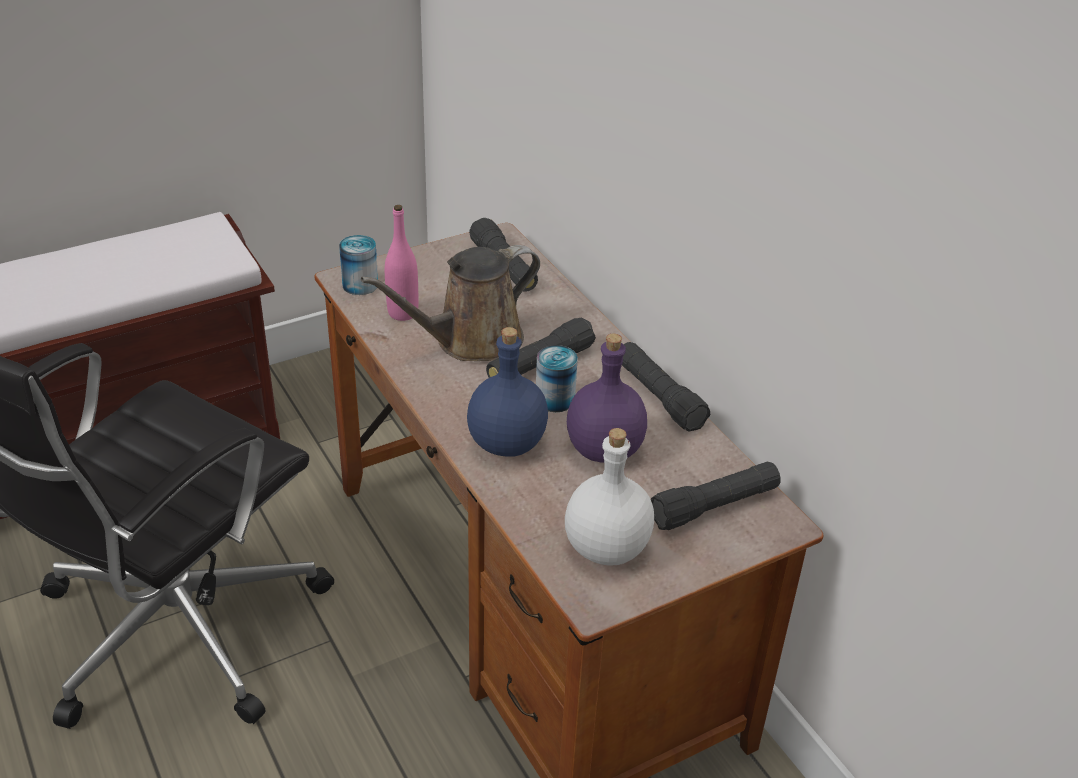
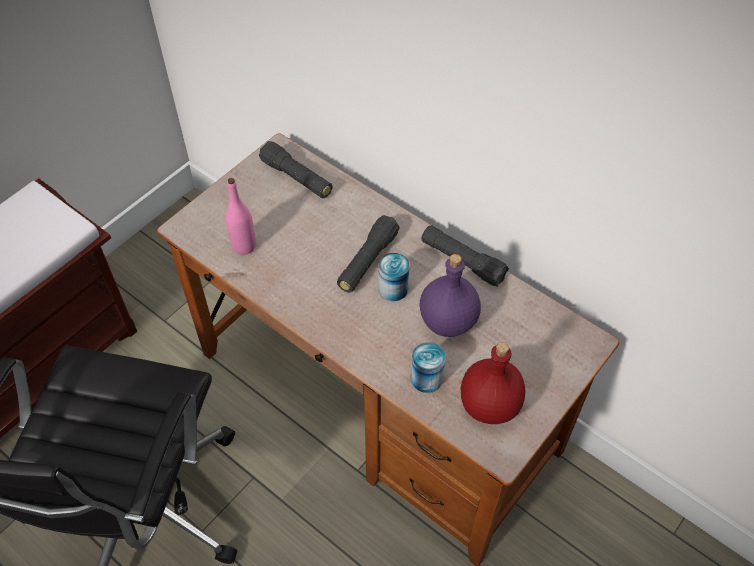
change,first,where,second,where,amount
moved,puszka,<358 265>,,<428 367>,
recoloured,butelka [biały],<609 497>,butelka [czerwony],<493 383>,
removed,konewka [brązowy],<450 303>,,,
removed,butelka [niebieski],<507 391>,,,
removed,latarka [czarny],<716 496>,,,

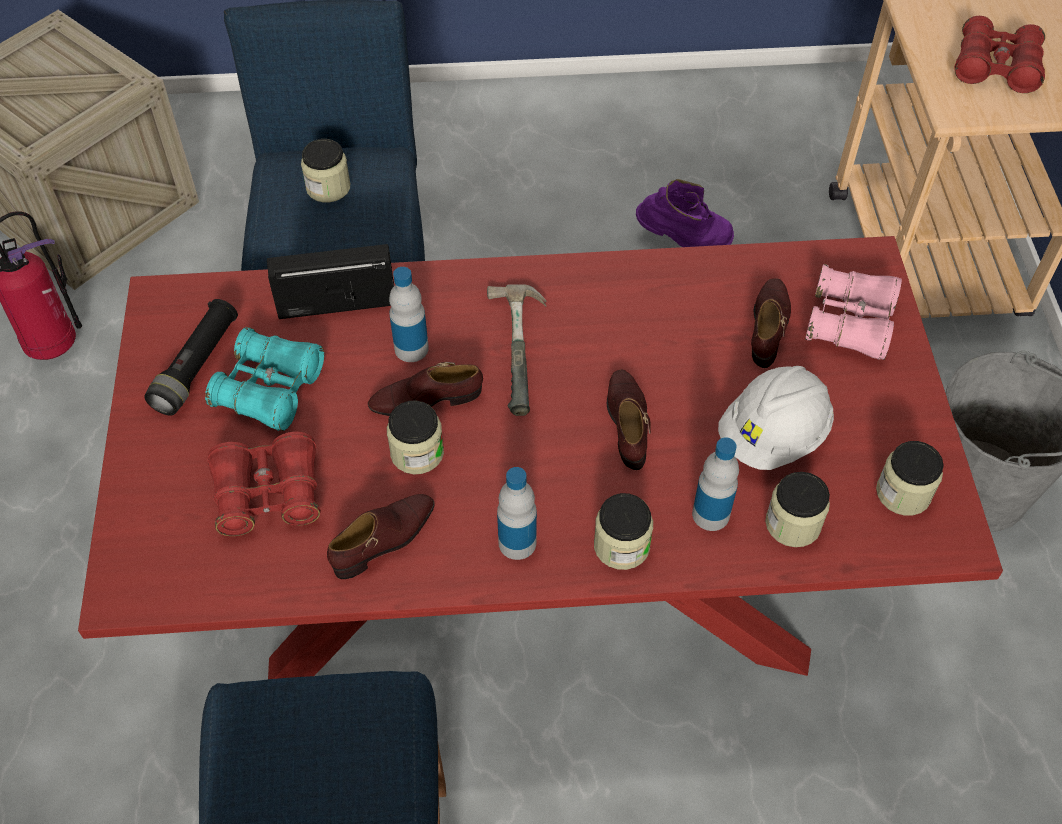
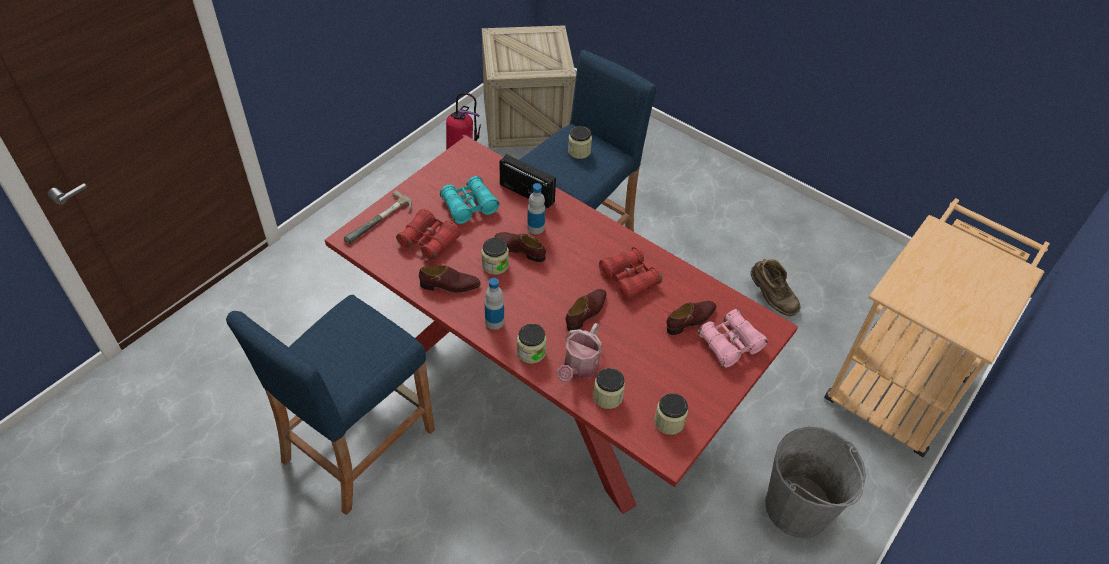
change,first,where,second,where,amount
moved,młotek,<516 350>,,<378 217>,
replaced,butelka,<715 484>,konewka,<580 352>,
moved,lornetka [czerwony],<999 54>,,<630 273>,
recoloured,but z cholewką [fioletowy],<685 213>,but z cholewką [brązowy],<776 287>,
removed,latarka [czarny],<191 357>,,,
removed,kask [biały],<776 418>,,,

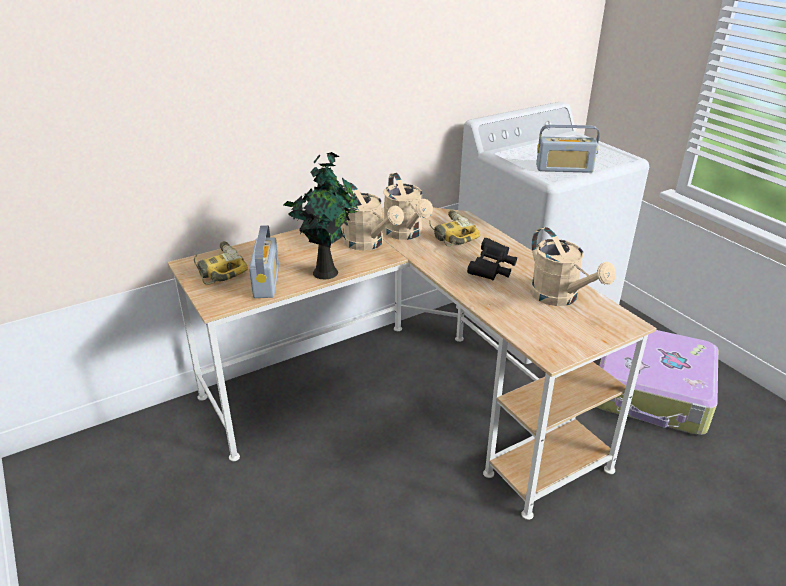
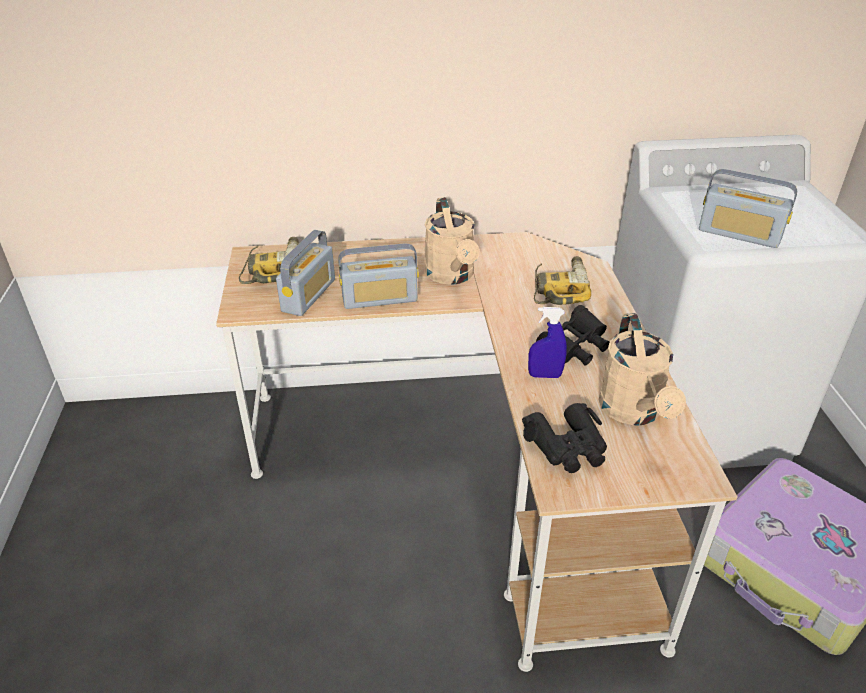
change,first,where,second,where,amount
replaced,roślina doniczkowa,<321 216>,radio,<378 276>,
added,,,lornetka [czarny],<564 438>,
added,,,spryskiwacz [niebieski],<547 342>,
removed,konewka [beżowy],<408 206>,,,

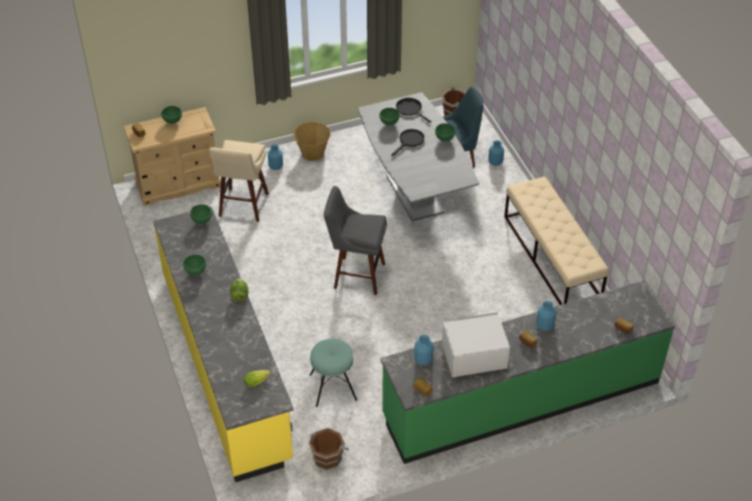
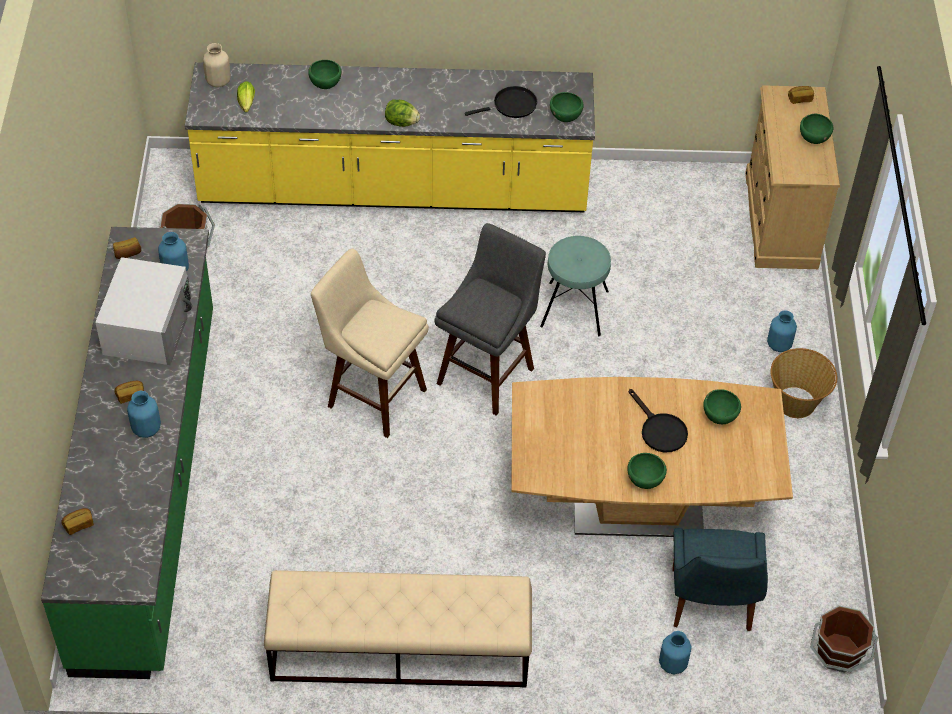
change,first,where,second,where,amount
added,,,wazon [beżowy],<217 65>,
moved,miska [zielony],<194 265>,,<325 74>,
moved,stołek [beżowy],<239 181>,,<370 343>,
moved,patelnia [czarny],<414 110>,,<501 102>,
recoloured,stół jadalny [szary],<418 156>,stół jadalny [brązowy],<652 457>,
moved,stołek [turkusowy],<333 373>,,<575 286>,

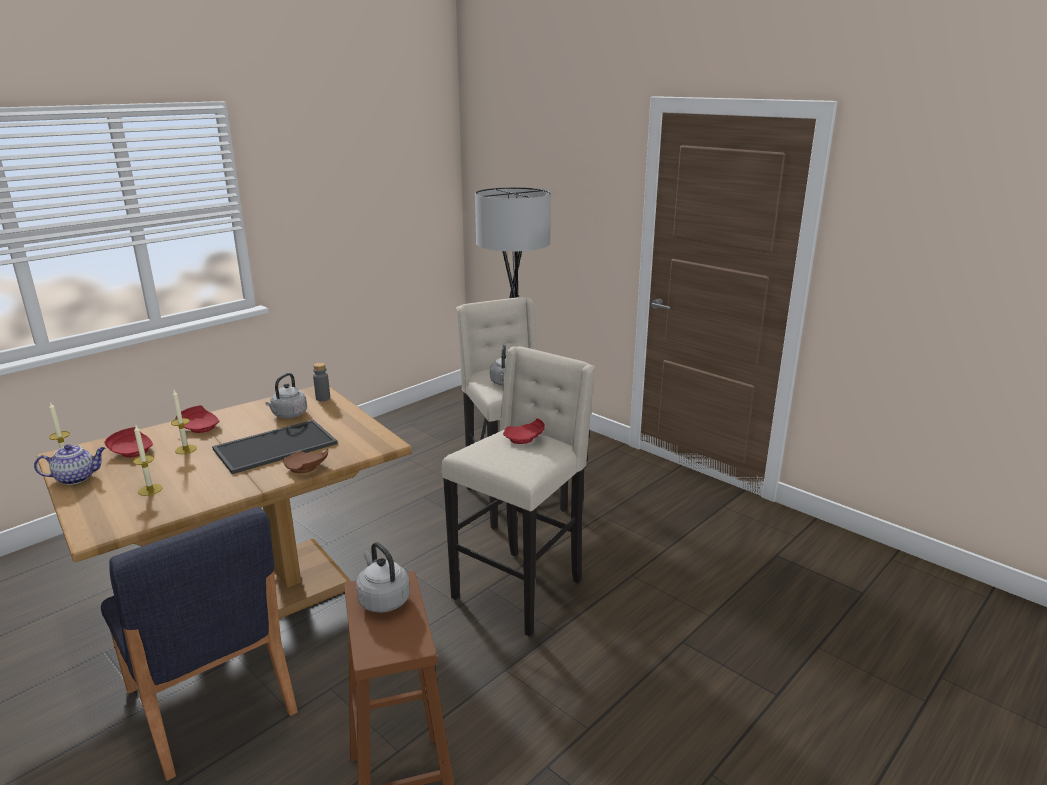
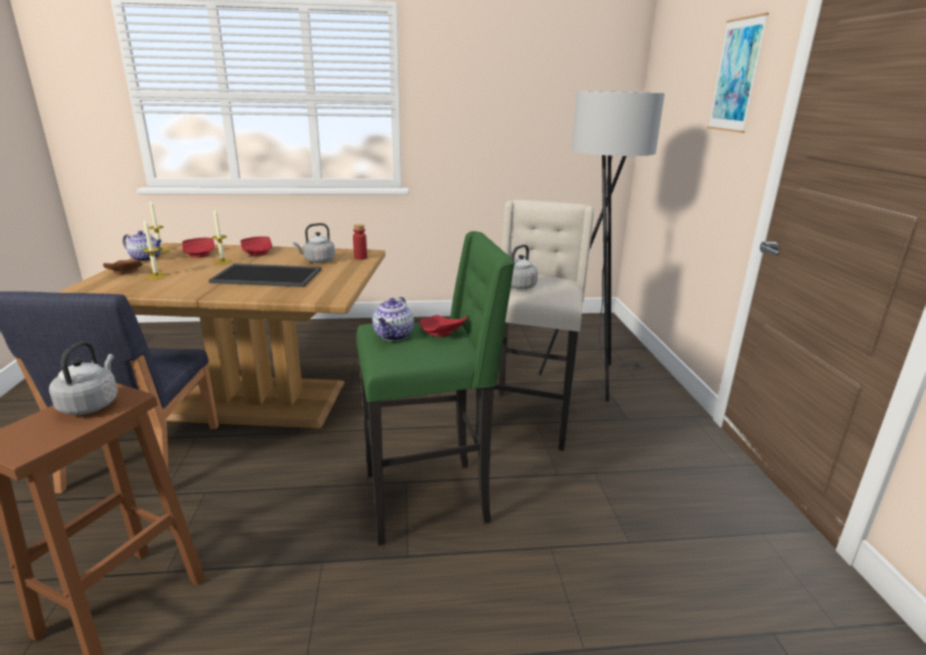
change,first,where,second,where,amount
moved,talerz [brązowy],<305 461>,,<123 267>,
recoloured,butelka [szary],<321 382>,butelka [czerwony],<360 242>,
recoloured,stołek [beżowy],<518 491>,stołek [zielony],<436 388>,
added,,,imbryk,<393 319>,
added,,,obraz,<738 73>,

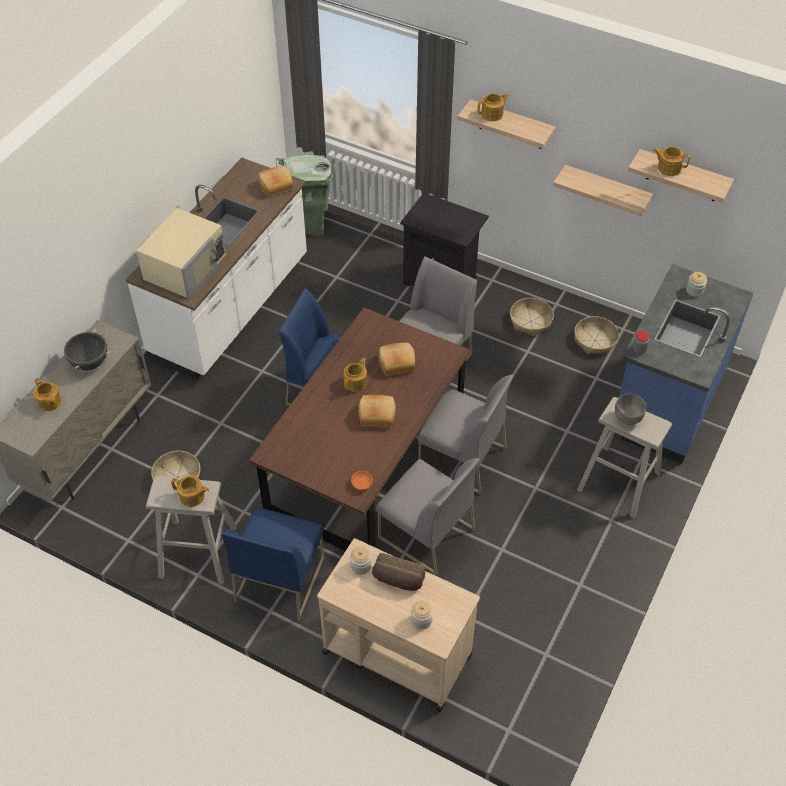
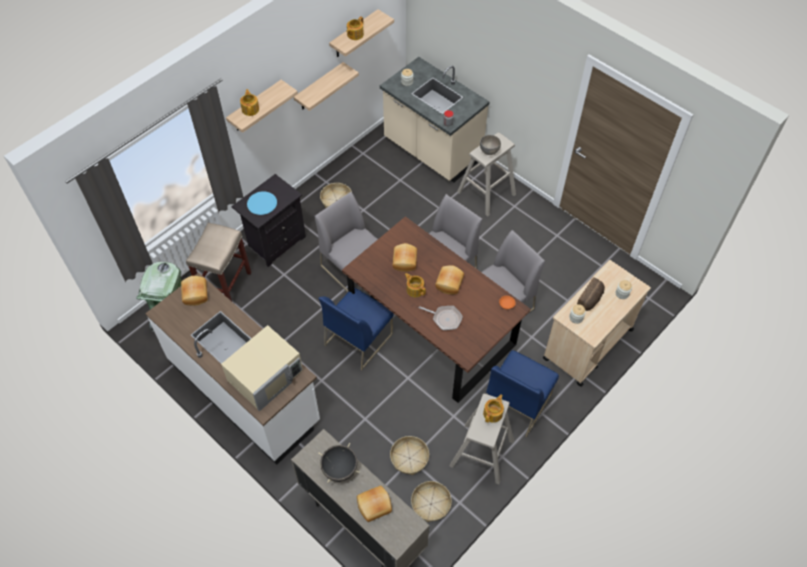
change,first,where,second,where,amount
added,,,stołek [beżowy],<218 262>,
turned,mikrofalówka [beżowy],<181 253>,,<262 368>,90 degrees clockwise
added,,,talerz [niebieski],<262 203>,
replaced,imbryk,<47 394>,chleb,<374 504>,
recoloured,zabudowa kuchenna [niebieski],<686 364>,zabudowa kuchenna [beżowy],<434 119>,
moved,koszyk,<596 335>,,<431 501>,
added,,,patelnia,<440 318>,
turned,krzesło [niebieski],<272 564>,,<522 393>,90 degrees clockwise

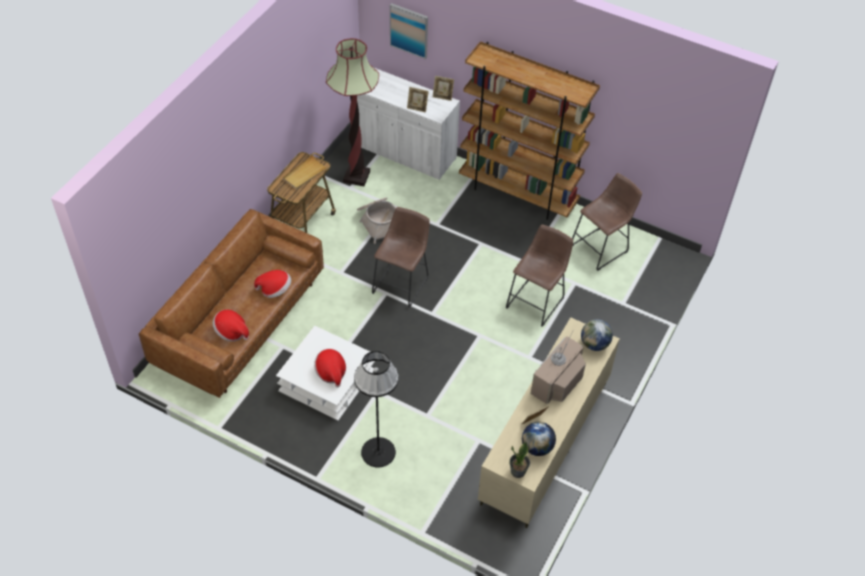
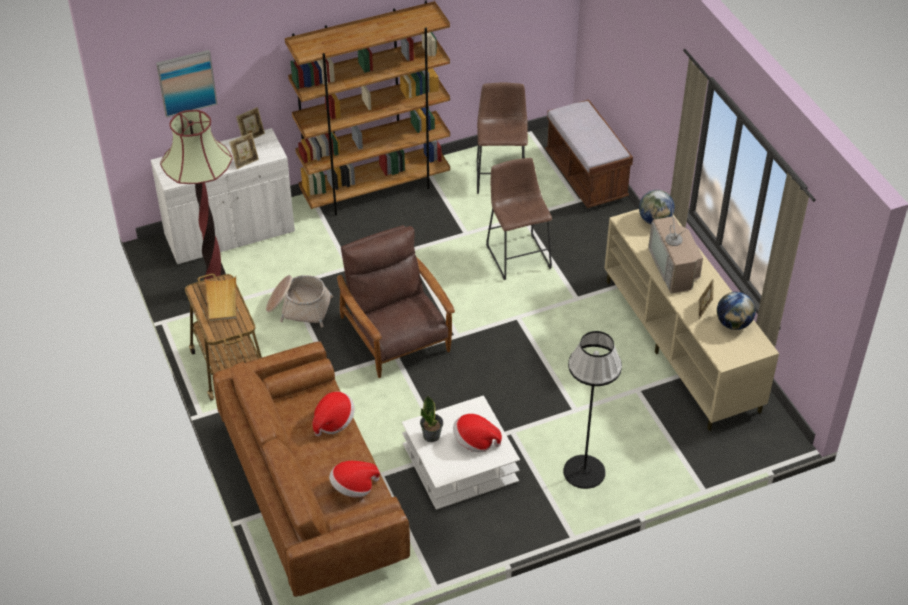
change,first,where,second,where,amount
replaced,stołek [brązowy],<401 257>,fotel [brązowy],<396 301>,
moved,roślina doniczkowa,<519 460>,,<431 419>,
added,,,ławka [brązowy],<589 154>,

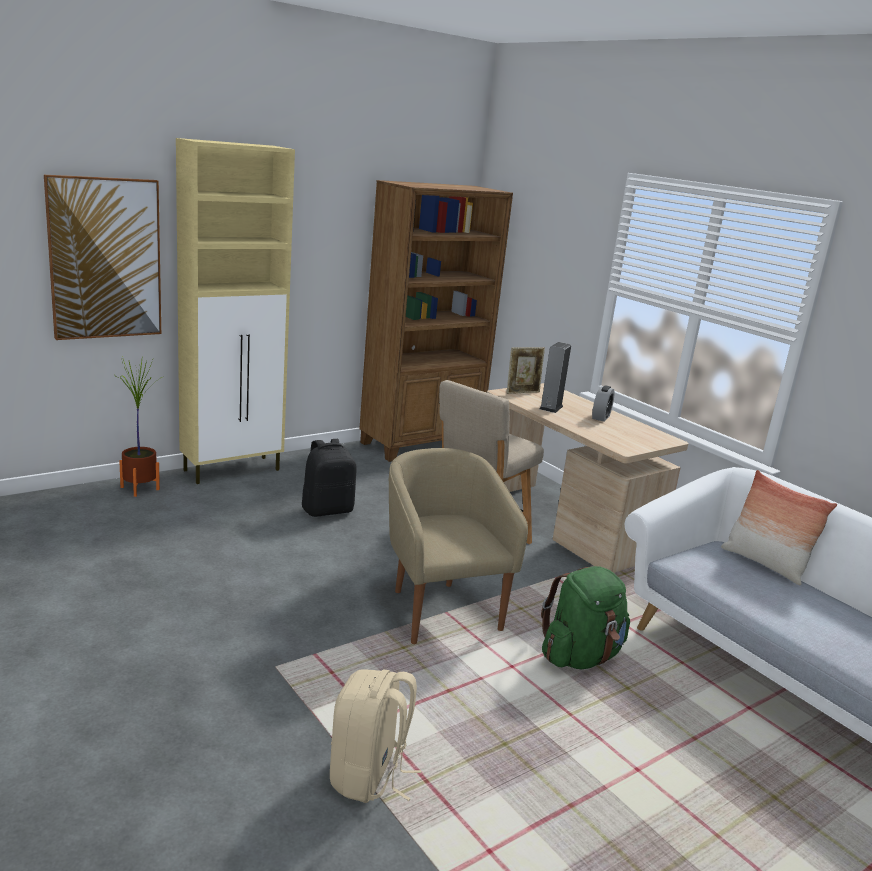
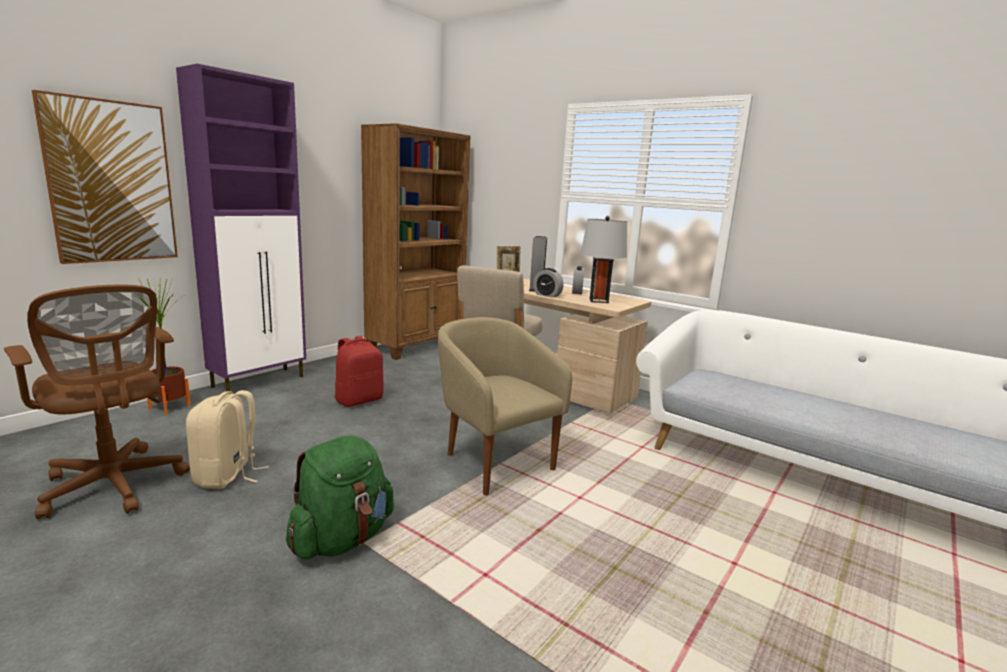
change,first,where,second,where,amount
added,,,krzesło biurowe [brązowy],<97 402>,
recoloured,szafka [beżowy],<235 311>,szafka [fioletowy],<241 228>,
moved,plecak [beżowy],<375 736>,,<227 439>,
moved,plecak [zielony],<585 617>,,<340 497>,
recoloured,plecak [czarny],<329 478>,plecak [czerwony],<359 371>,
added,,,budzik,<548 283>,
added,,,lampa stołowa [szary],<603 259>,
removed,poduszka,<779 527>,,,

